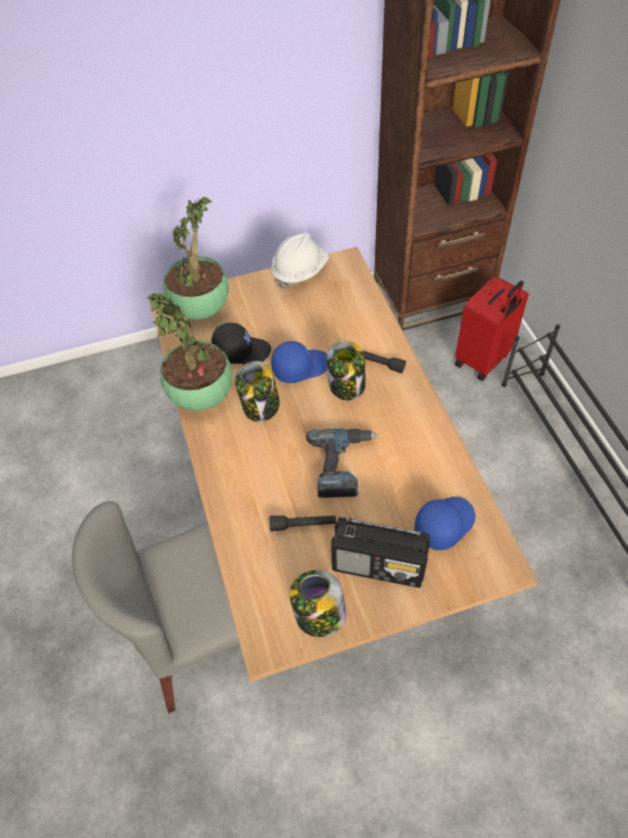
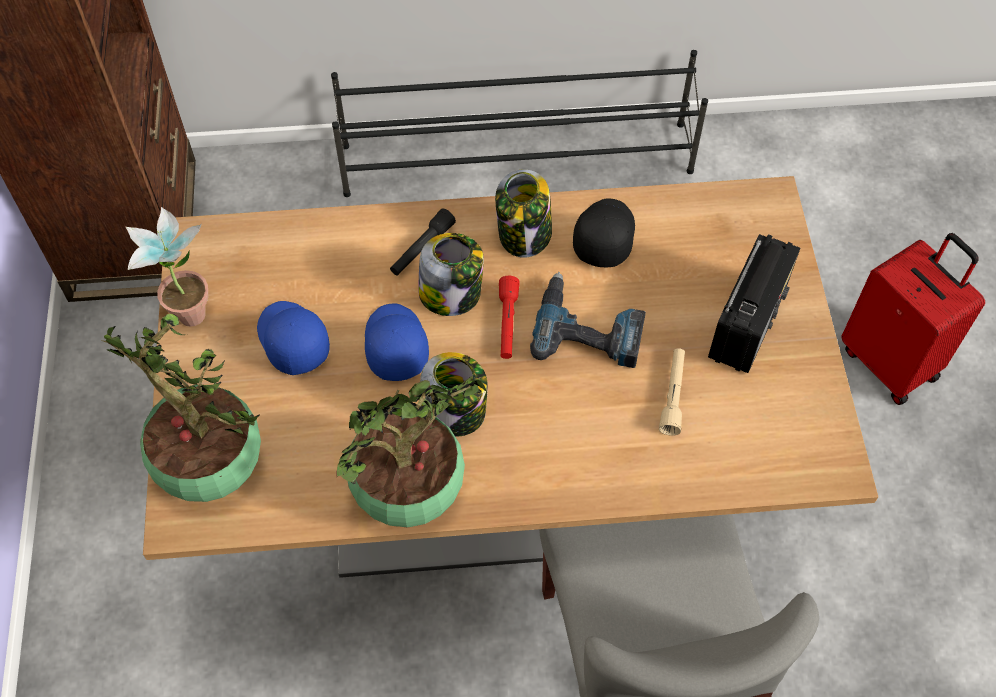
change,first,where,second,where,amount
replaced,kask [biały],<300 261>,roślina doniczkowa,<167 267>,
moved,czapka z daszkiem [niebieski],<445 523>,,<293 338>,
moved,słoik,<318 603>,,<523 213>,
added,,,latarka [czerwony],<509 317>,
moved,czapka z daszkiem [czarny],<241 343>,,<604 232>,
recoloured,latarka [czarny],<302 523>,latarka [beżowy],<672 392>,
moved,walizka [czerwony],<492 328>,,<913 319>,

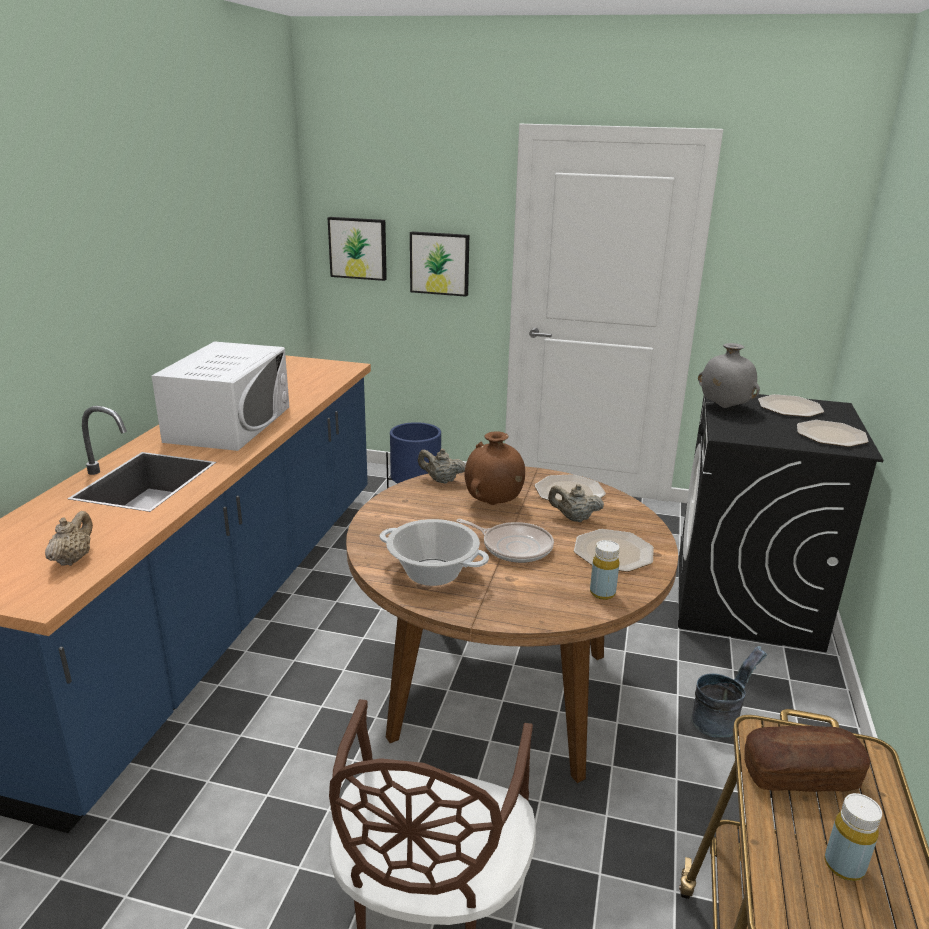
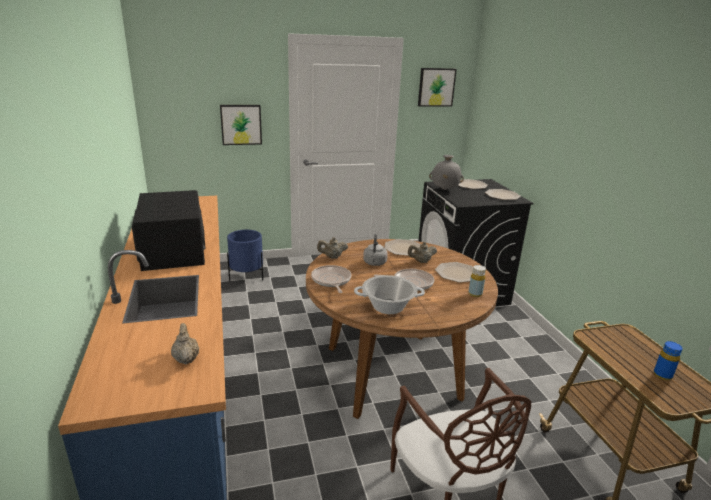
change,first,where,second,where,amount
recoloured,mikrofalówka [biały],<220 396>,mikrofalówka [czarny],<168 230>,
added,,,patelnia,<331 279>,
replaced,wazon [brązowy],<494 468>,czajnik [szary],<375 250>,
moved,obraz,<357 249>,,<437 87>,
recoloured,butelka [żółty],<853 837>,butelka [niebieski],<668 360>,
removed,wiadro [szary],<729 692>,,,
removed,chleb,<807 758>,,,

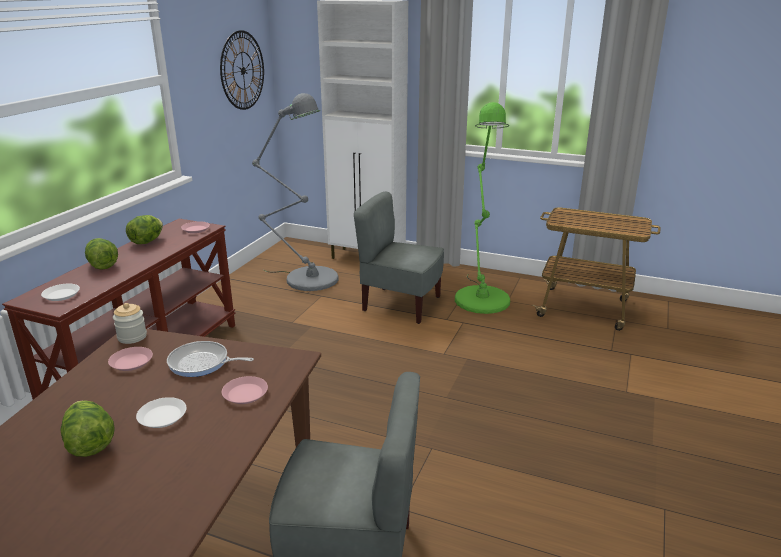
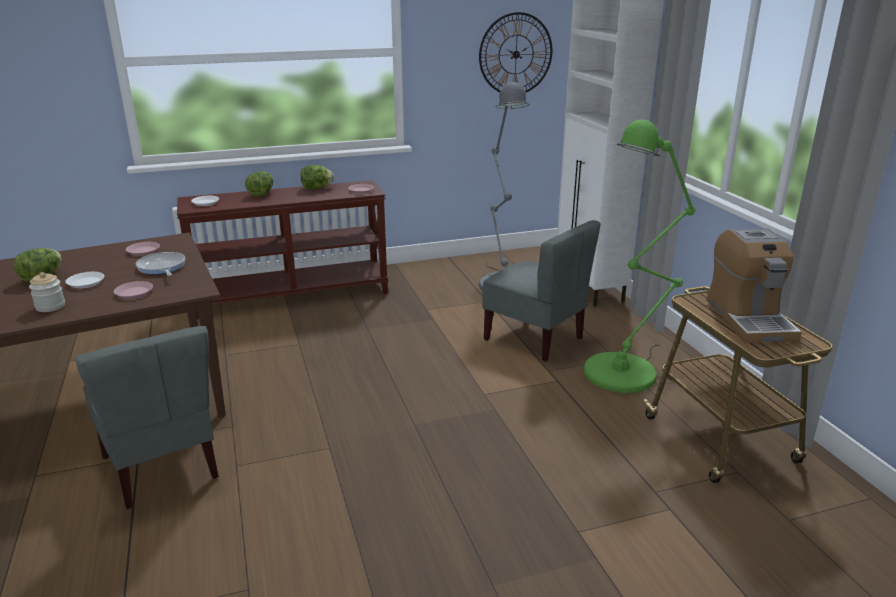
change,first,where,second,where,amount
moved,słoik,<130 323>,,<47 292>,
turned,krzesło [szary],<399 258>,,<541 291>,150 degrees clockwise
added,,,ekspres do kawy,<754 285>,

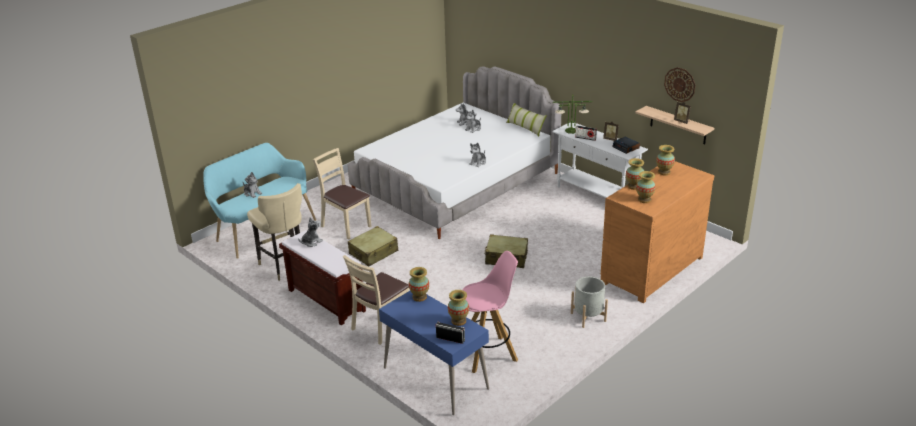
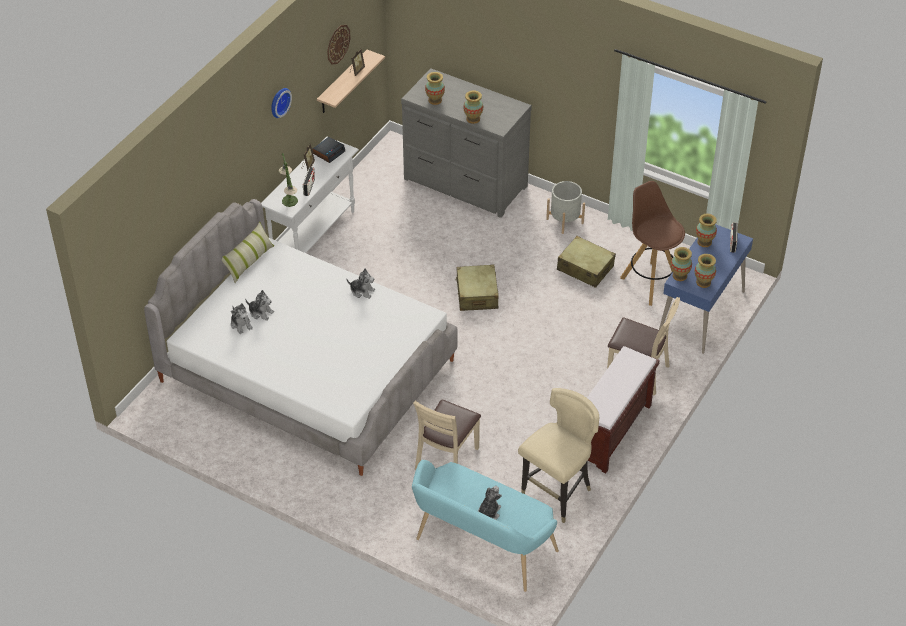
change,first,where,second,where,amount
added,,,zegar ścienny,<281 103>,
recoloured,komoda [brązowy],<657 232>,komoda [szary],<466 143>,
moved,walizka [beżowy],<373 246>,,<586 262>,
recoloured,stołek [różowy],<490 312>,stołek [brązowy],<652 243>,
moved,wazon,<646 187>,,<705 271>,
removed,pluszak,<310 232>,,,

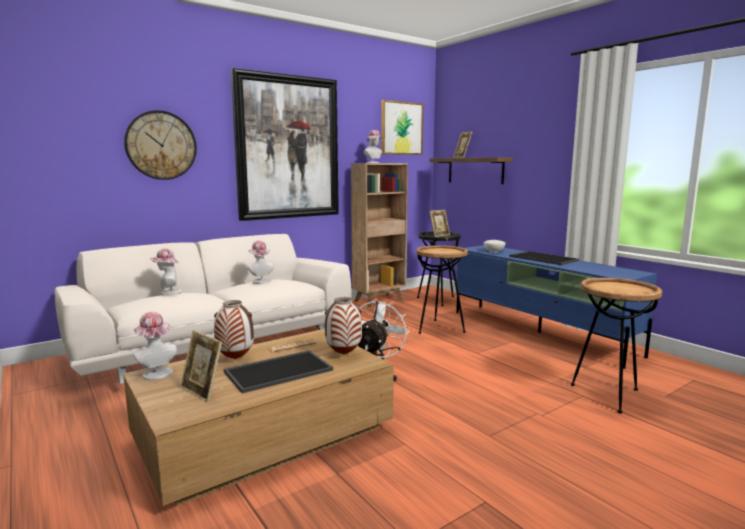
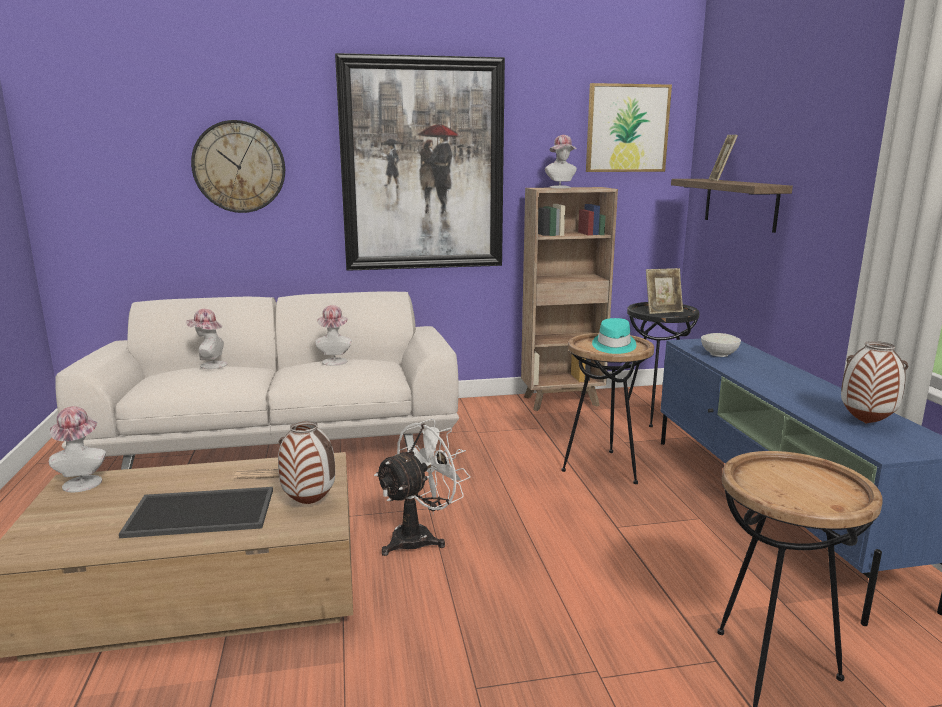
change,first,where,second,where,amount
added,,,kapelusz [turkusowy],<614 336>,
moved,wazon,<234 329>,,<874 382>,
removed,ramka na zdjęcie,<201 366>,,,
removed,taca,<544 258>,,,

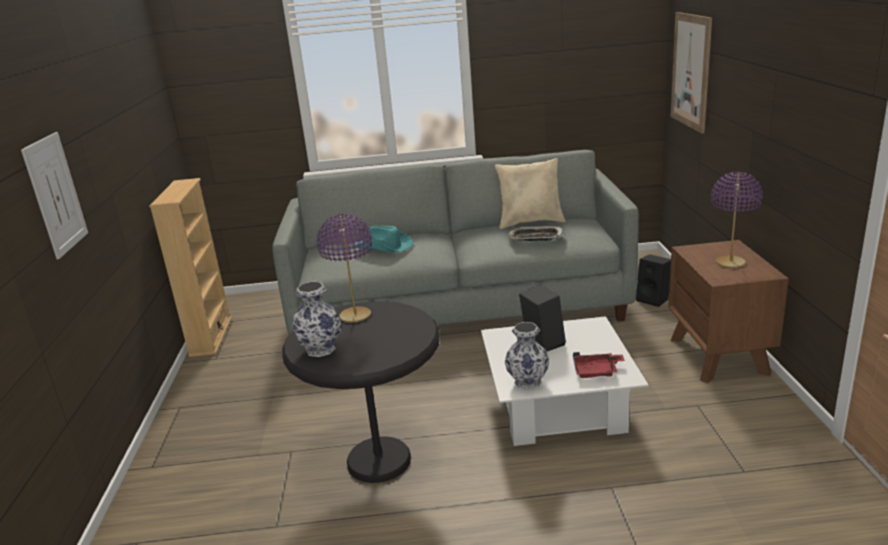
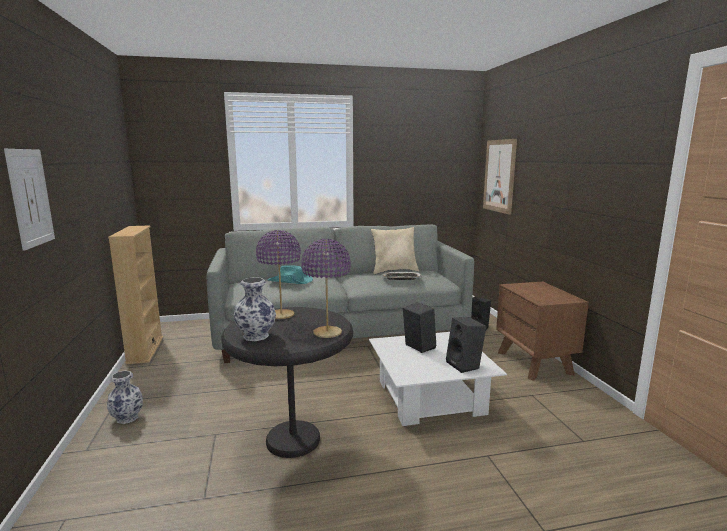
change,first,where,second,where,amount
moved,wazon,<527 356>,,<125 397>,
moved,lampa stołowa [fioletowy],<737 220>,,<326 288>,
replaced,taca [czerwony],<599 365>,głośnik [czarny],<466 345>,

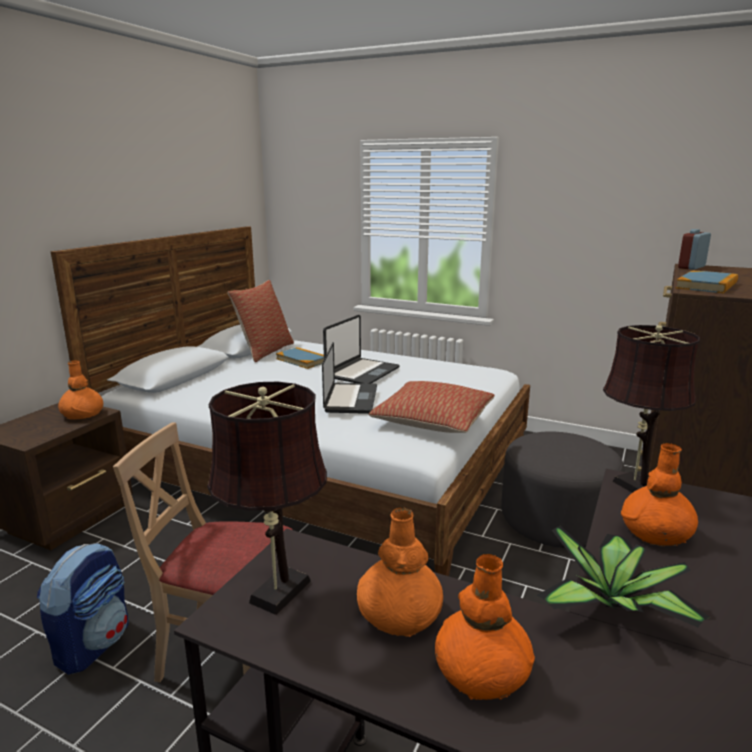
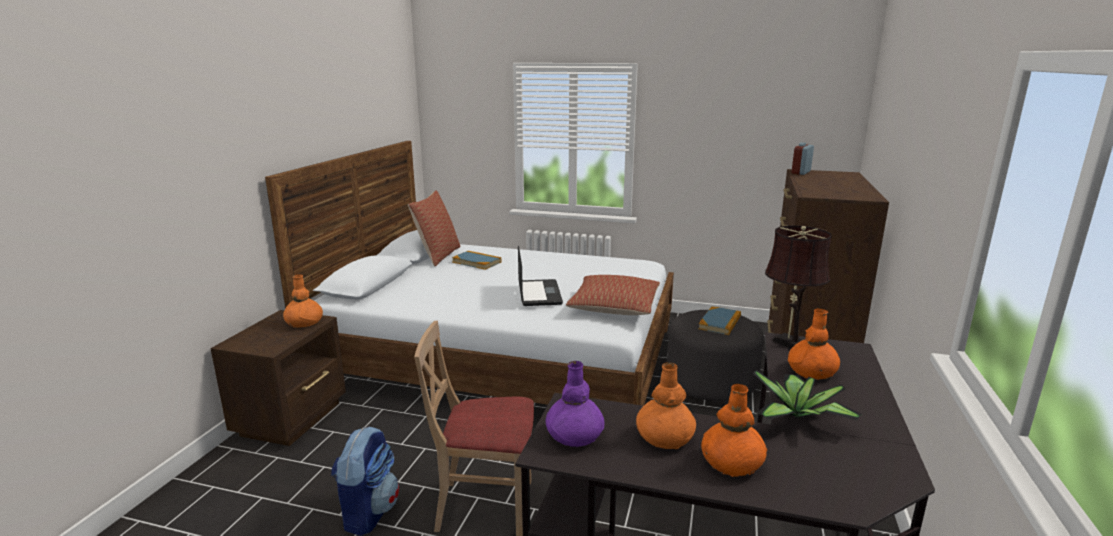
change,first,where,second,where,amount
replaced,lampa stołowa [brązowy],<267 498>,wazon [fioletowy],<575 404>,
moved,książka,<707 282>,,<719 320>,
removed,laptop,<361 349>,,,

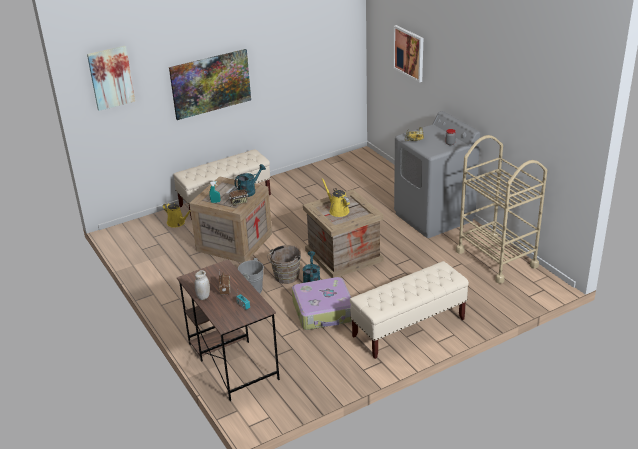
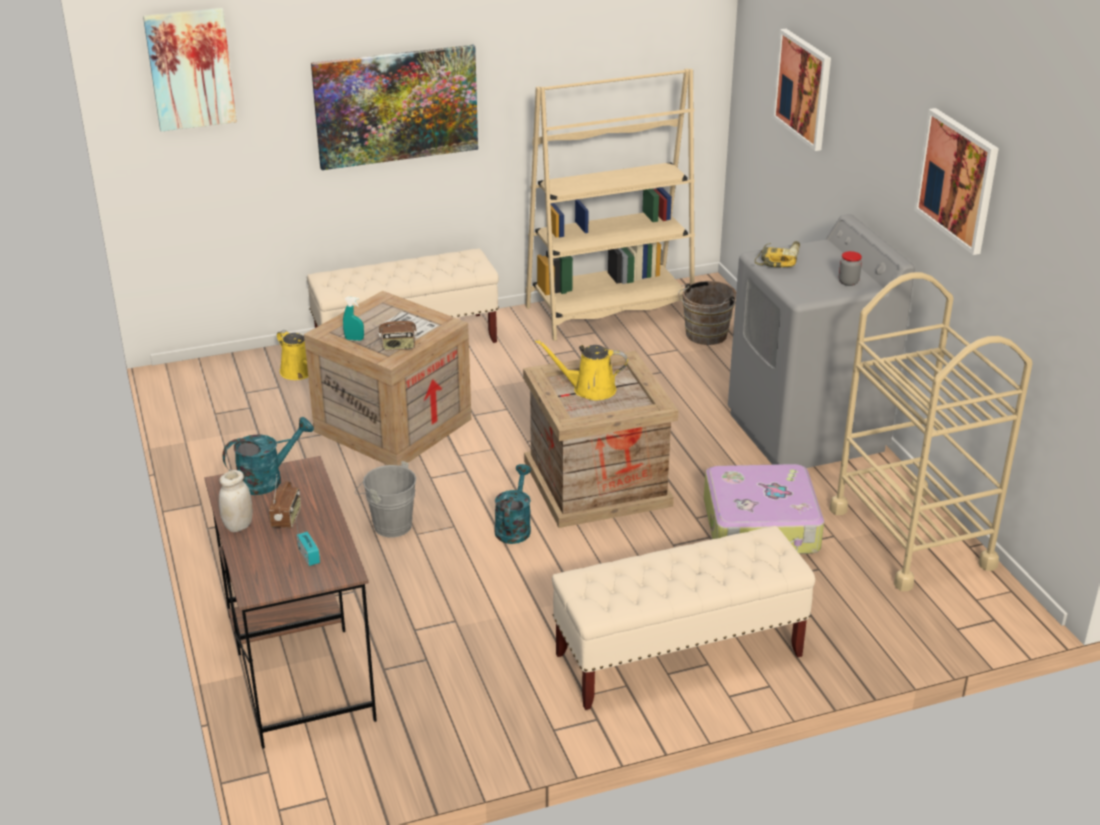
change,first,where,second,where,amount
moved,konewka [turkusowy],<250 180>,,<268 456>,
added,,,regał [beżowy],<610 205>,
turned,konewka [żółty],<335 197>,,<581 370>,60 degrees counterclockwise
moved,wiadro [brązowy],<284 264>,,<707 313>,
moved,walizka,<322 303>,,<764 509>,
added,,,obraz,<956 181>,

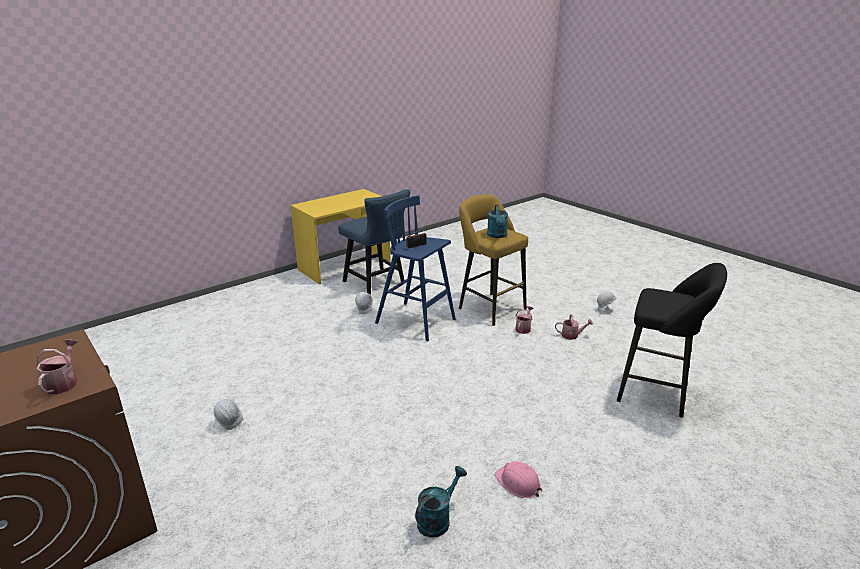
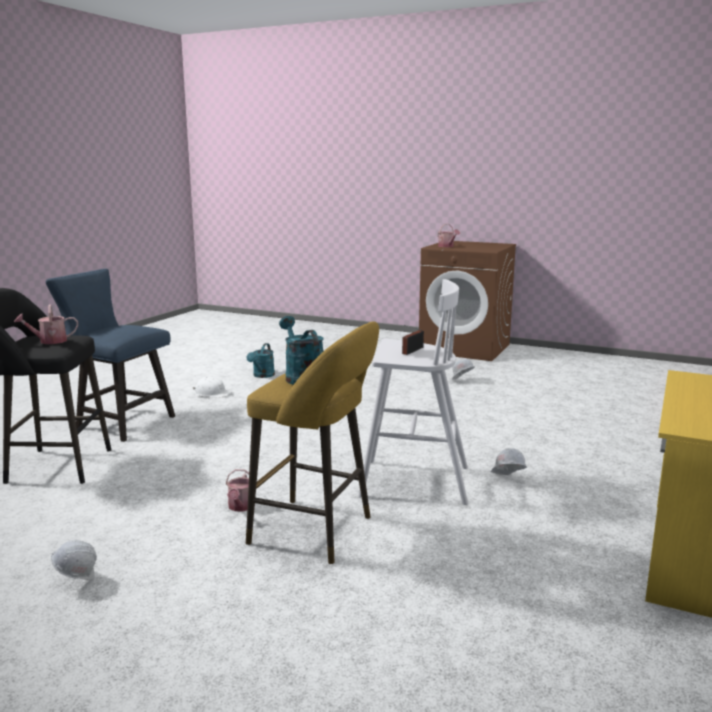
change,first,where,second,where,amount
moved,konewka,<574 327>,,<46 324>,
moved,krzesło [niebieski],<374 242>,,<110 355>,
recoloured,kask [różowy],<518 479>,kask [biały],<212 387>,
recoloured,stołek [niebieski],<415 268>,stołek [biały],<413 392>,

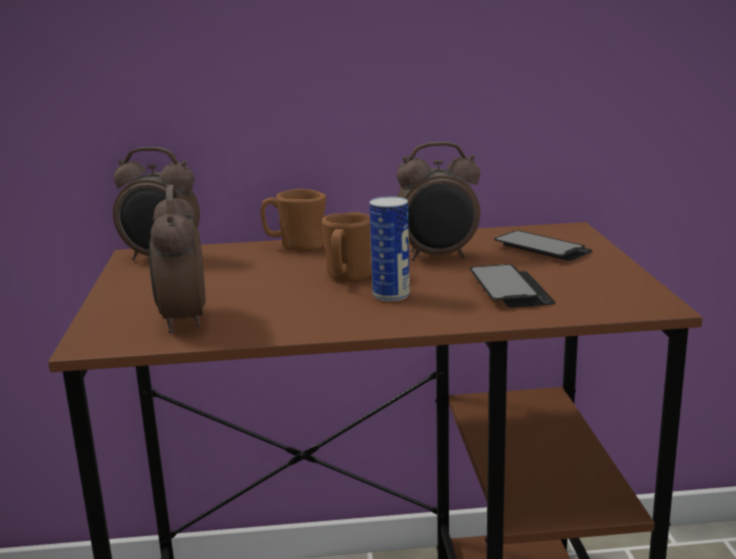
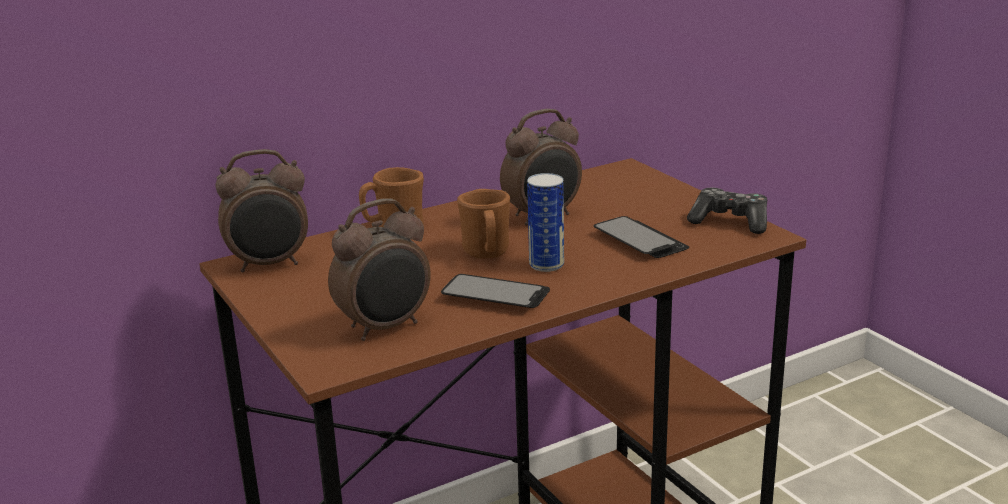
change,first,where,second,where,amount
turned,budzik,<177 259>,,<379 269>,90 degrees counterclockwise
moved,telefon,<543 245>,,<495 291>,
added,,,pad do gier,<727 211>,

